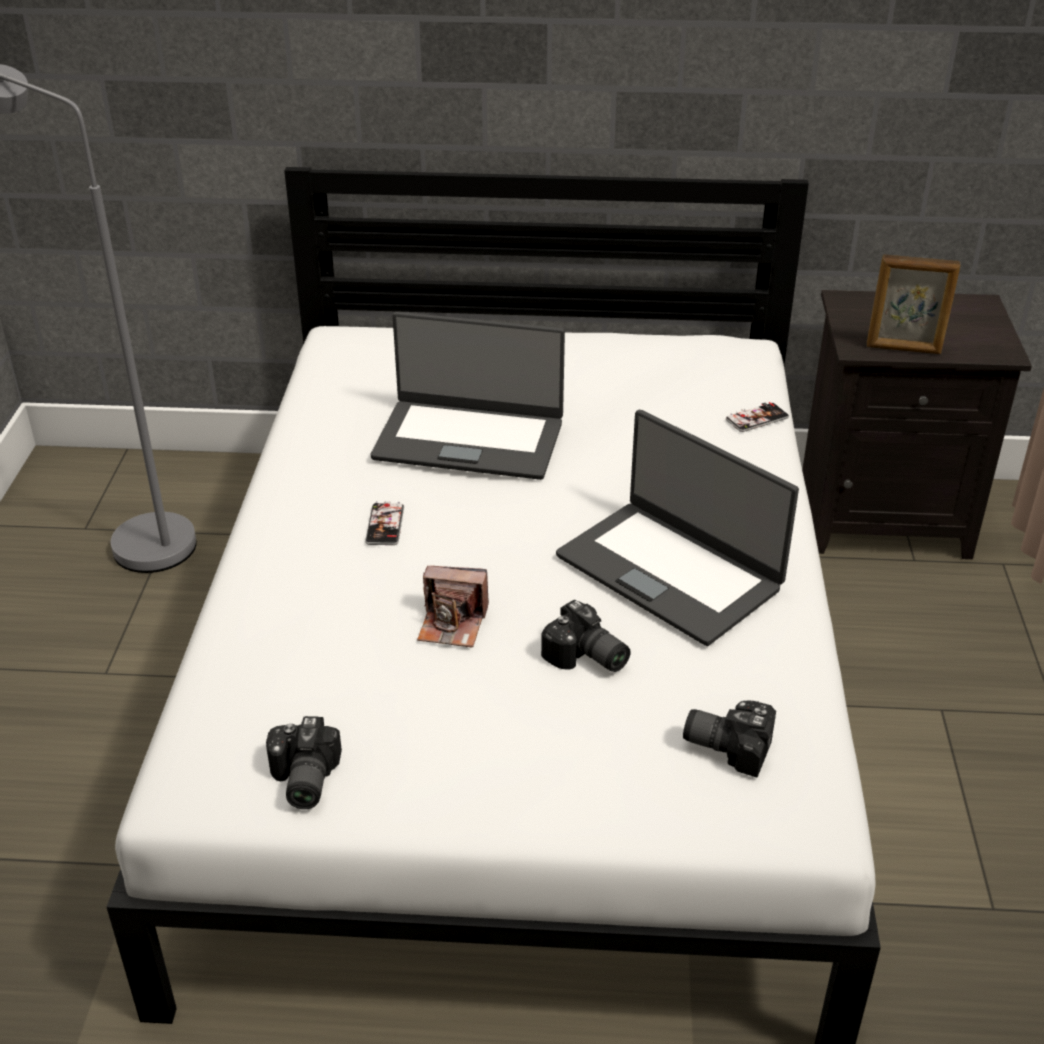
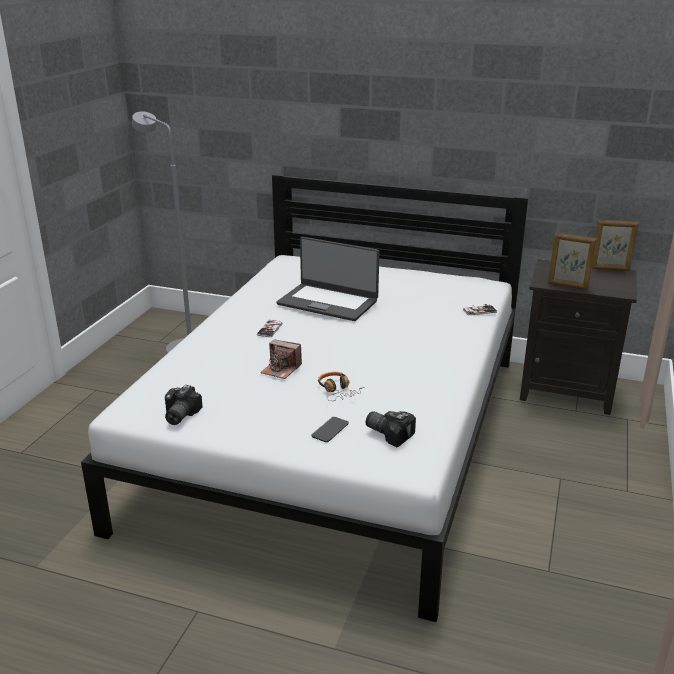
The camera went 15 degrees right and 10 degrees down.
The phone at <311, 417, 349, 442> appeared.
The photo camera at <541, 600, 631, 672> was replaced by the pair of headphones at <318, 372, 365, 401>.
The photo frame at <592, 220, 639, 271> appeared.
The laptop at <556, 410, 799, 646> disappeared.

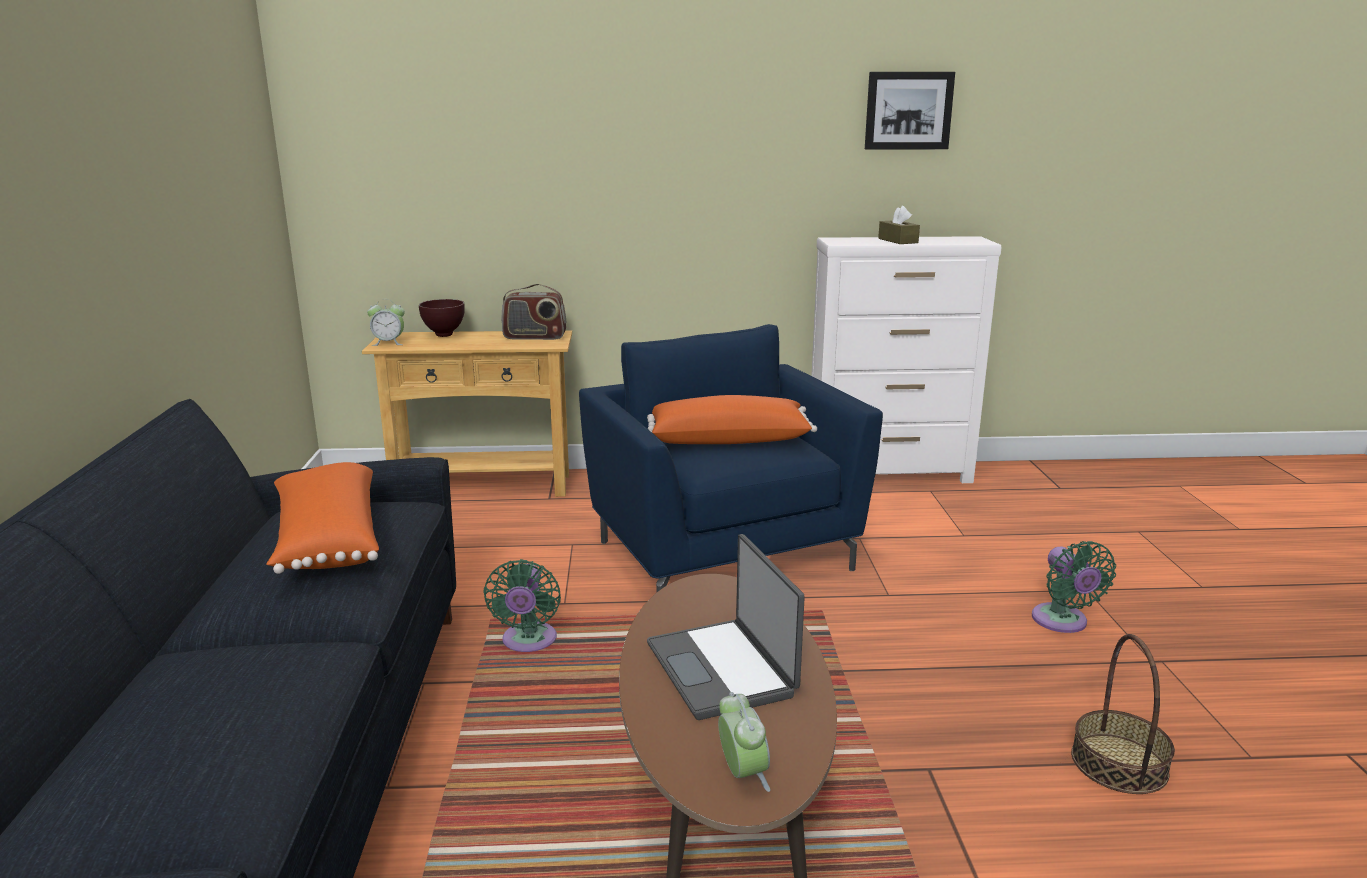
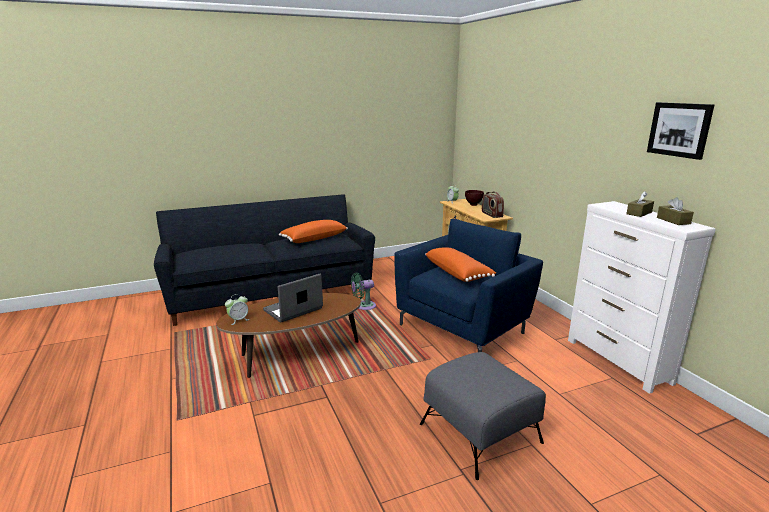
The camera went 70 degrees right and 0 degrees up.
The cooling fan (green) at <1032, 541, 1116, 633> was replaced by the pouffe (grey) at <420, 352, 546, 480>.
The box of tissues (brown-coloured) at <657, 197, 694, 225> appeared.
The household basket at <1071, 634, 1175, 794> disappeared.

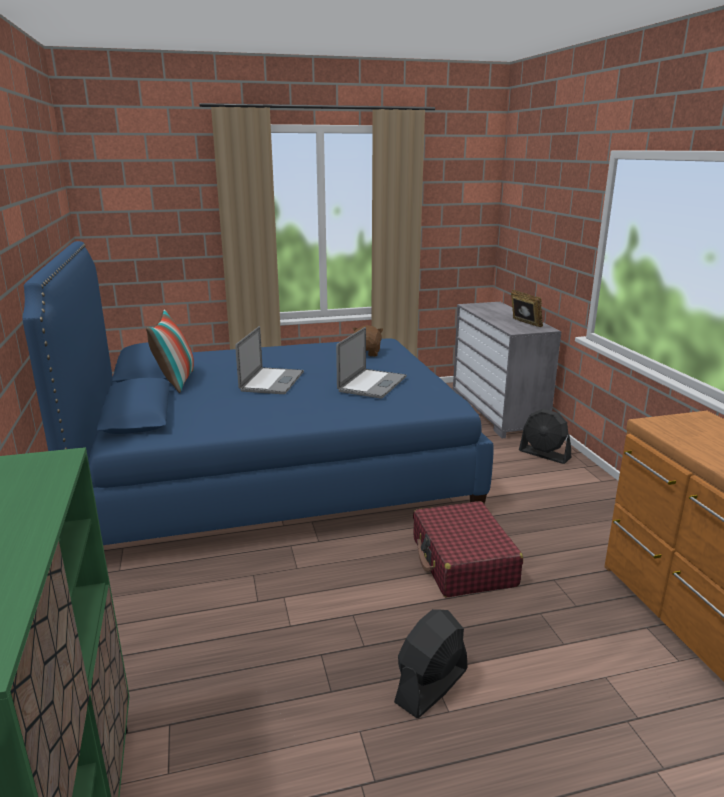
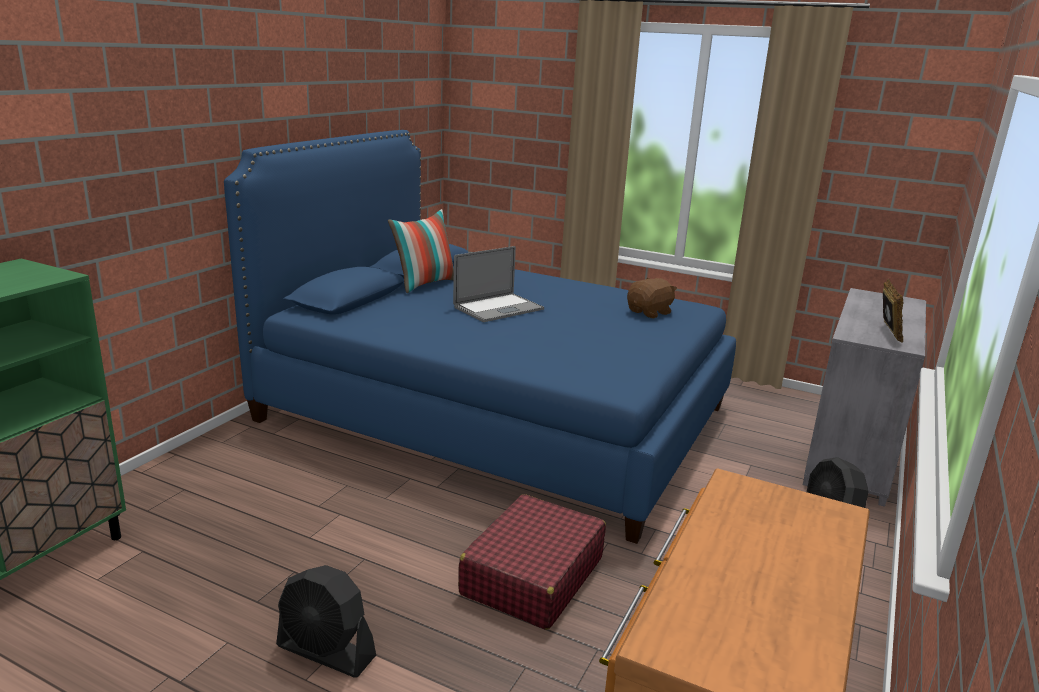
The camera went 40 degrees right and 0 degrees up.
The cooling fan (black-coloured) at <394, 609, 467, 718> turned 150 degrees counterclockwise.
The laptop at <336, 327, 407, 398> disappeared.

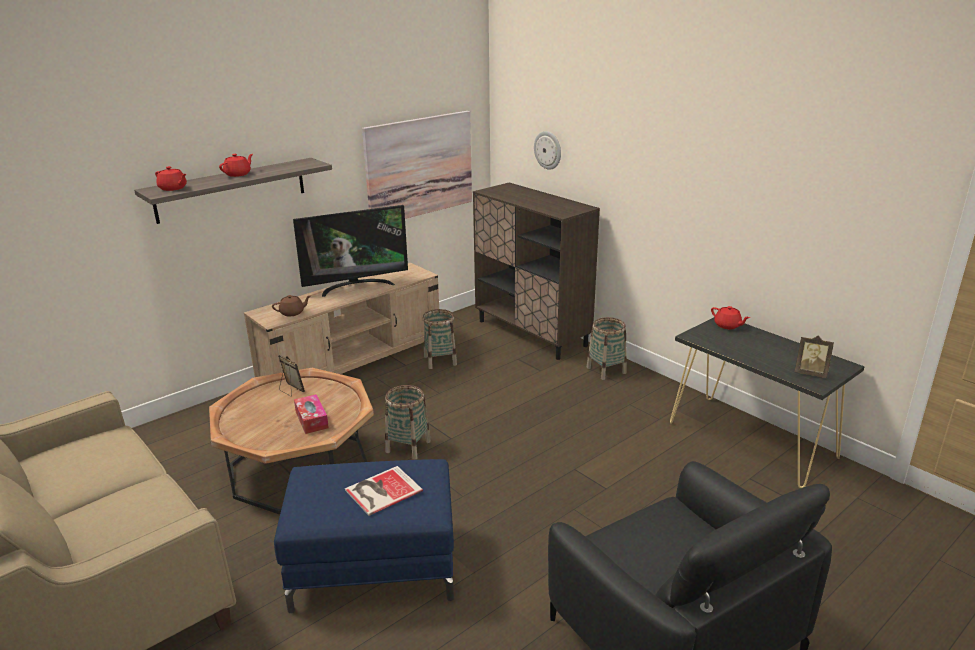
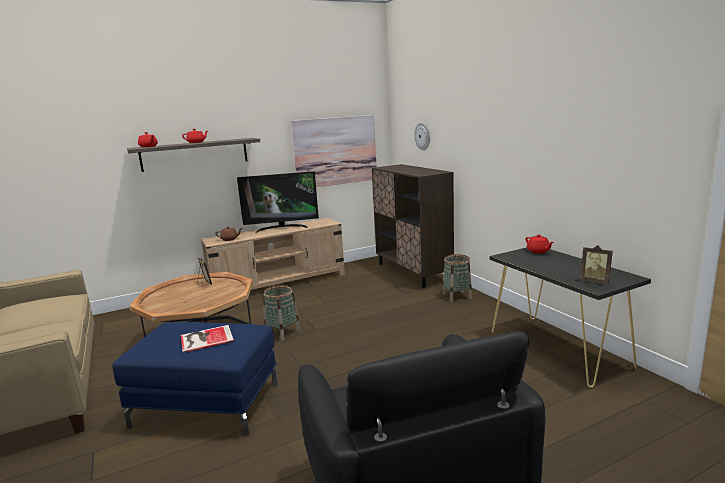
The camera went 15 degrees right and 10 degrees down.
The box of tissues at <294, 394, 329, 434> disappeared.
The household basket at <423, 309, 457, 369> disappeared.

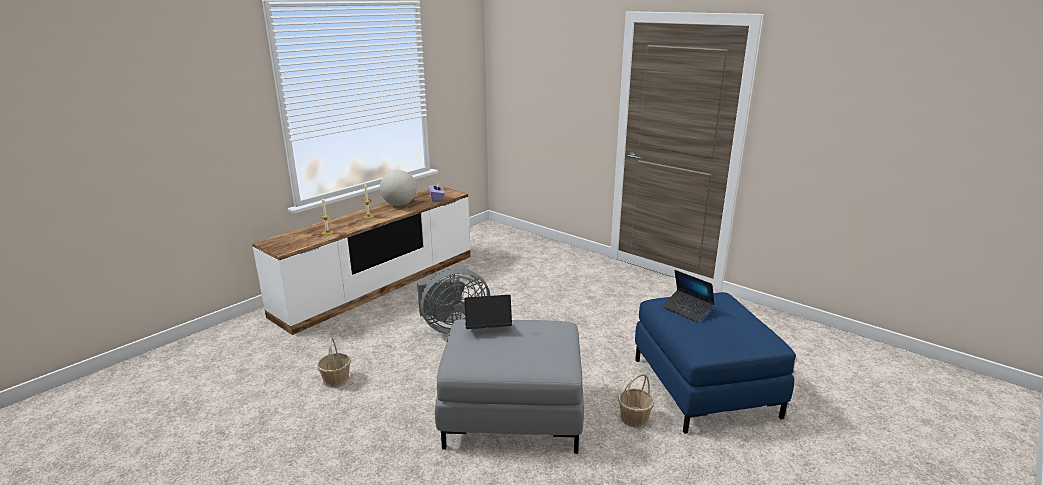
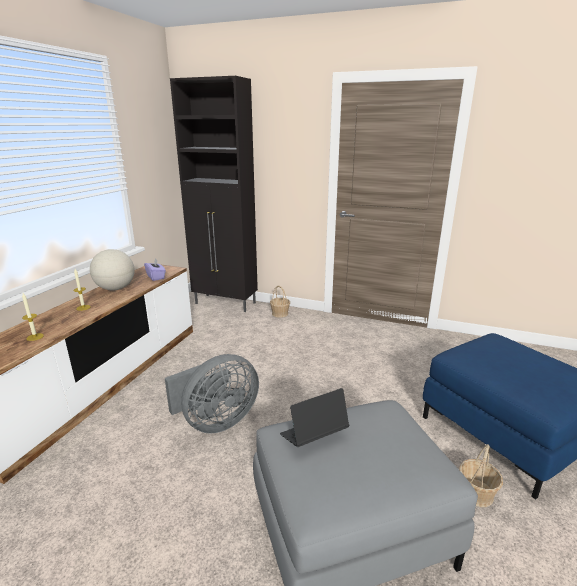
The camera went 20 degrees left and 0 degrees up.
The cabinet (black-coloured) at <170, 76, 258, 312> appeared.
The household basket moved from <317, 337, 351, 387> to <270, 286, 290, 318>.
The laptop at <662, 270, 715, 323> disappeared.

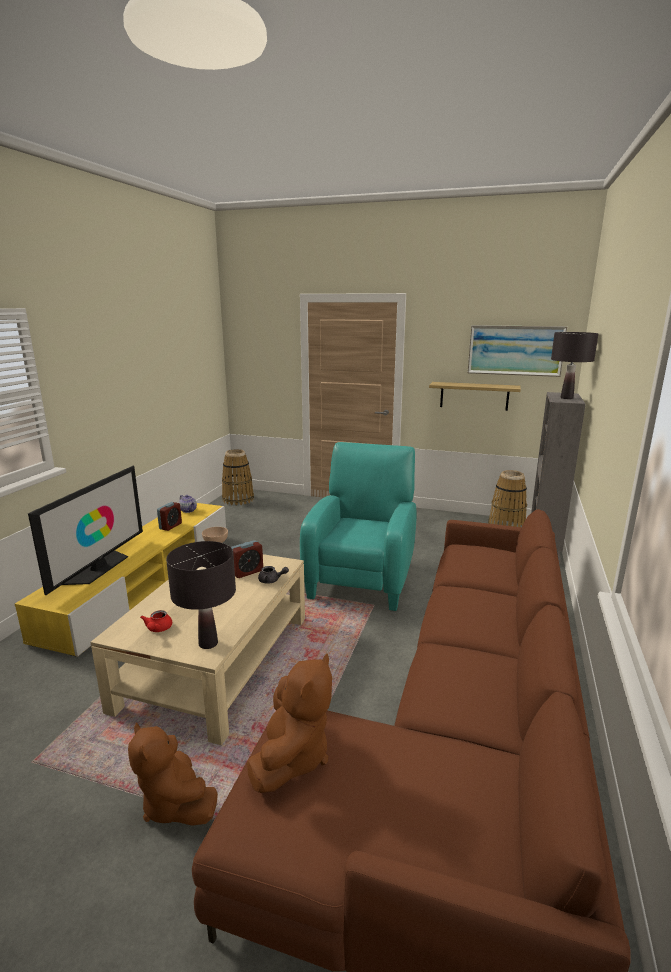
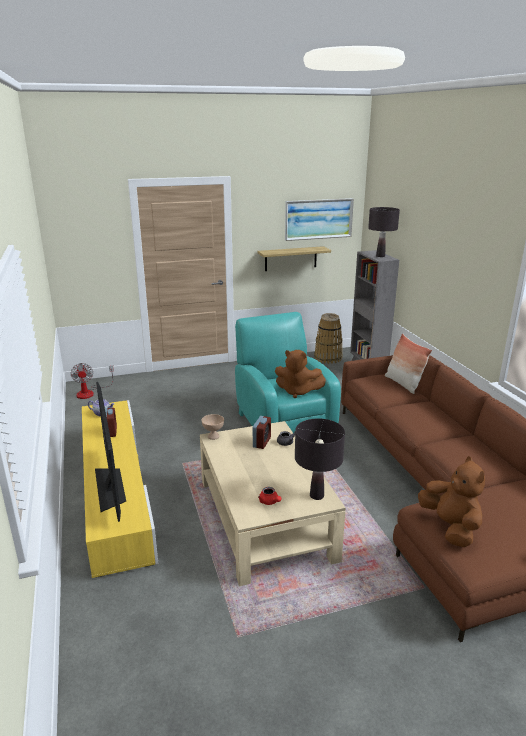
The camera went 35 degrees left and 5 degrees up.
The household basket at <222, 449, 254, 506> was replaced by the cooling fan at <71, 363, 114, 399>.
The plush toy (brown-coloured) moved from <128, 723, 218, 826> to <275, 350, 326, 398>.
The cushion at <385, 333, 432, 394> appeared.

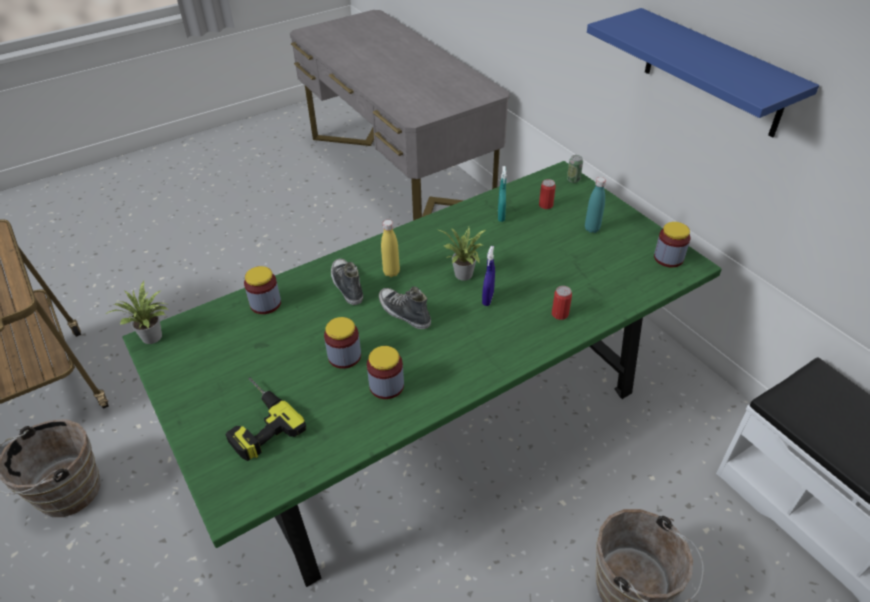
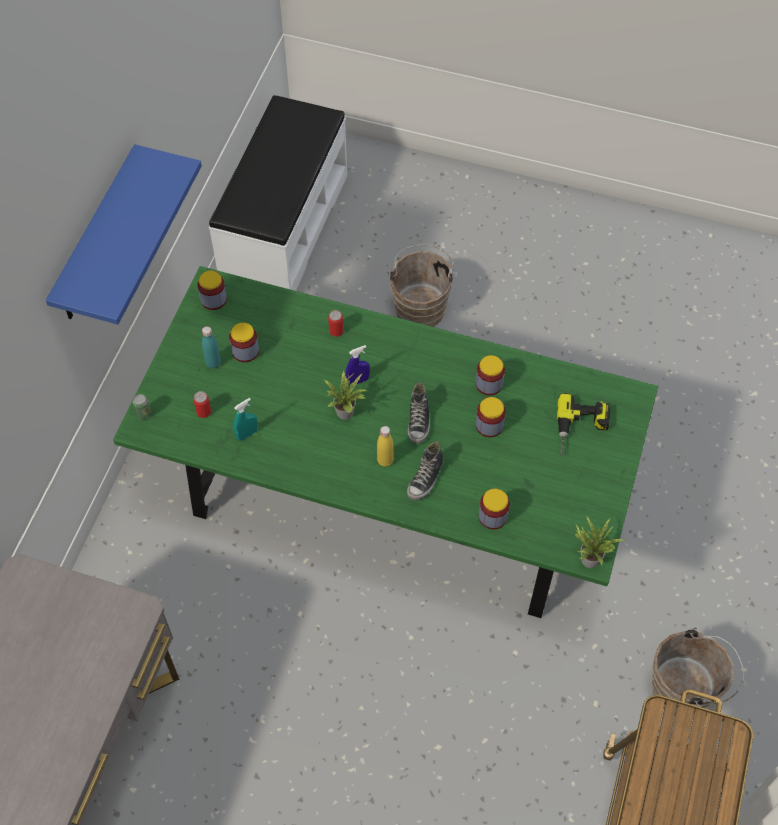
The camera went 130 degrees left and 15 degrees up.
The preserve jar at <229, 323, 259, 362> appeared.

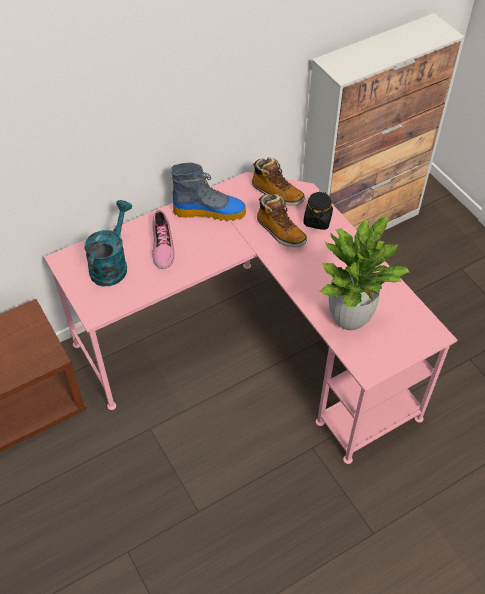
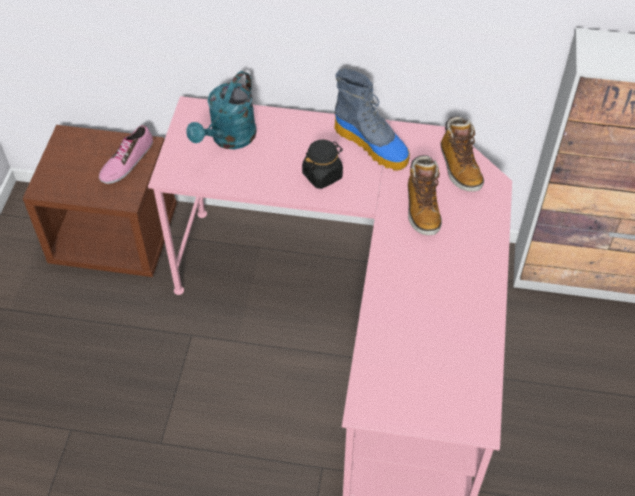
The camera went 40 degrees right and 0 degrees up.
The item of footwear moved from <152, 210, 175, 269> to <99, 125, 153, 184>.
The sprinkling can (turquoise-coloured) at <84, 200, 132, 286> turned 150 degrees clockwise.
The preserve jar (black-coloured) moved from <303, 191, 333, 230> to <302, 139, 343, 189>.
The plant in a pot at <320, 217, 410, 330> disappeared.

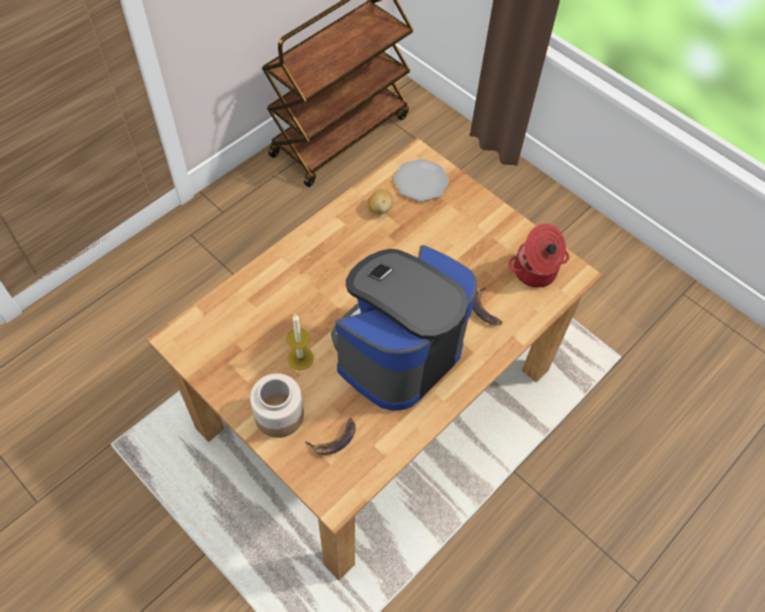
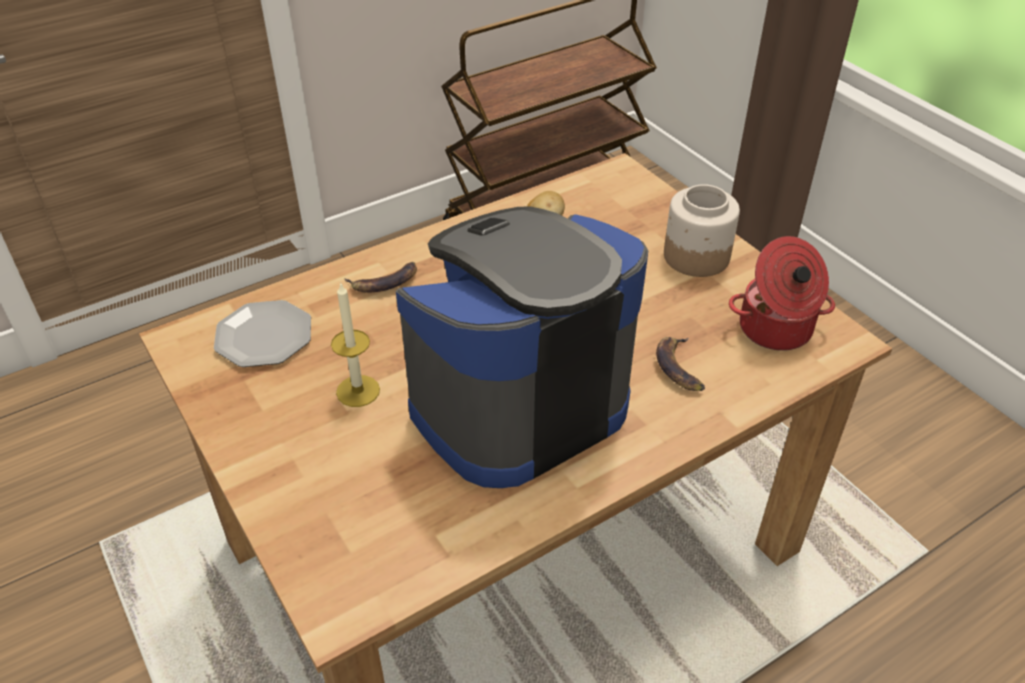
The camera went 15 degrees right and 15 degrees down.
The dinner plate moved from <394, 159, 449, 202> to <214, 300, 311, 367>.
The banana moved from <305, 418, 356, 455> to <344, 262, 417, 293>.
The preserve jar moved from <250, 373, 304, 438> to <664, 184, 740, 277>.

